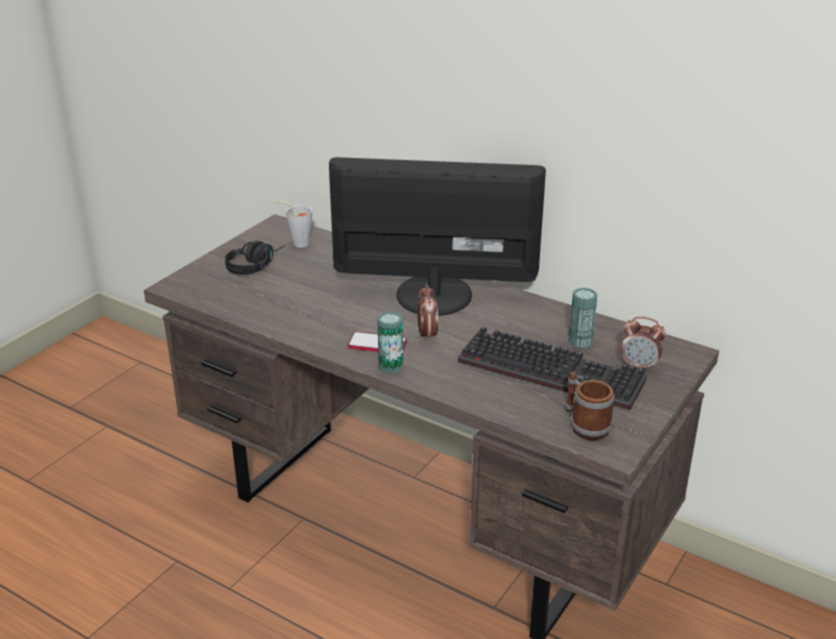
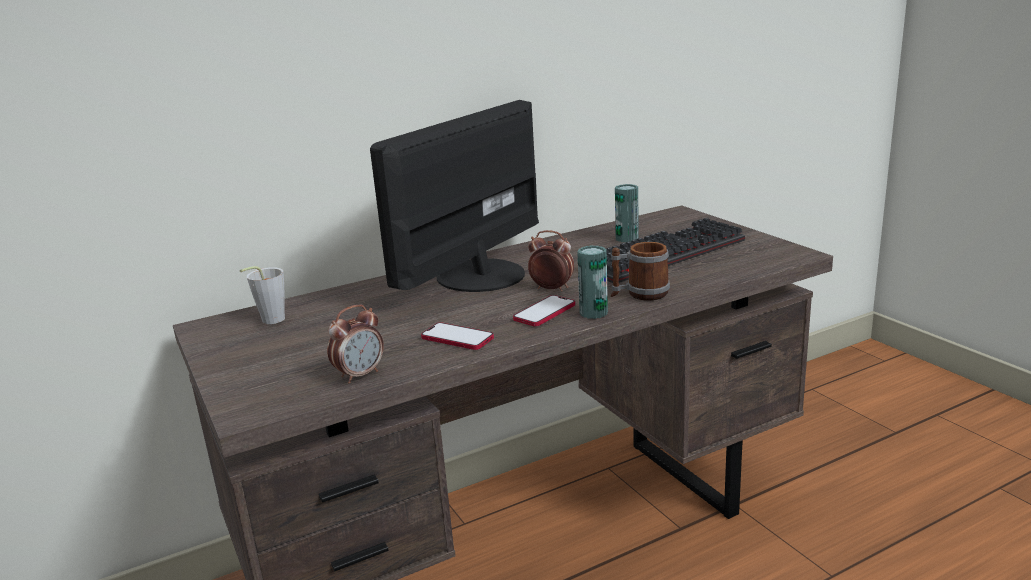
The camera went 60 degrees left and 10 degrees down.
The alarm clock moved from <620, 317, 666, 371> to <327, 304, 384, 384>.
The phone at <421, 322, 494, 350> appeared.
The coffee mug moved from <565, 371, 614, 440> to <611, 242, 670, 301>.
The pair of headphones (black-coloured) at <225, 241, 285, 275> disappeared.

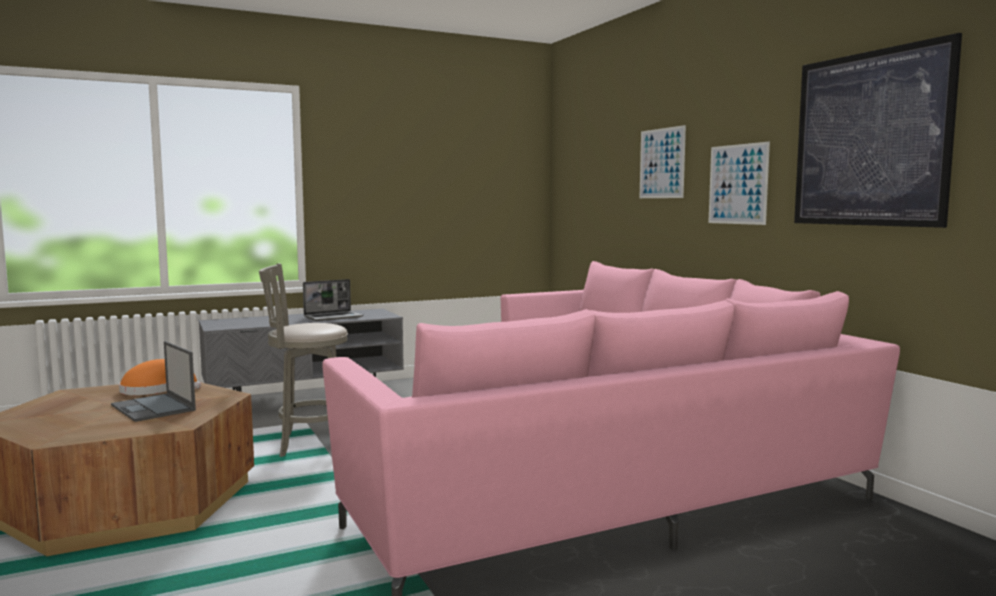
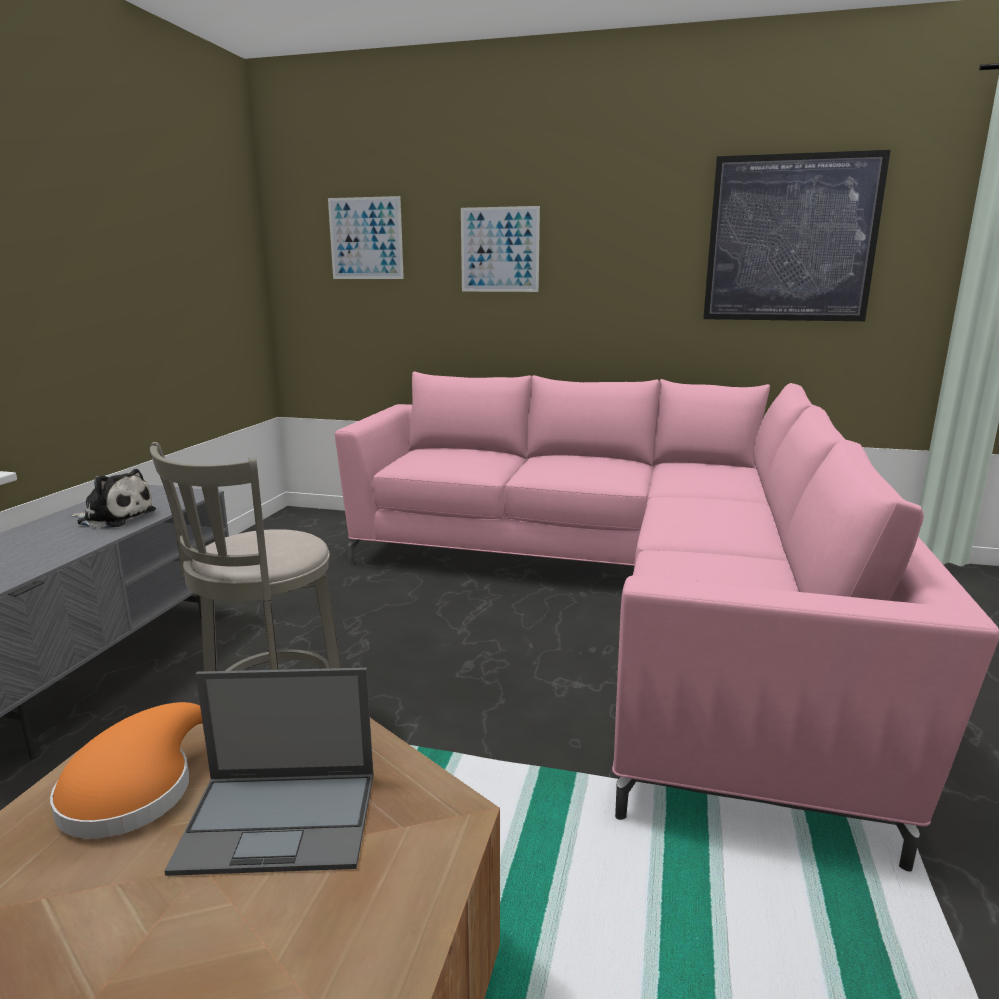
The camera went 50 degrees left and 10 degrees up.
The laptop at <303, 279, 364, 321> was replaced by the plush toy at <70, 469, 156, 529>.
The picture moved from <708, 142, 770, 225> to <328, 196, 404, 279>.

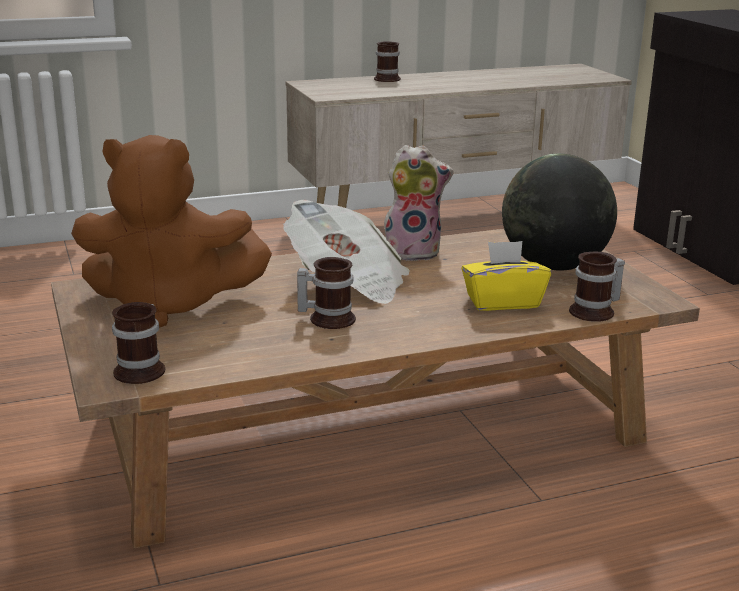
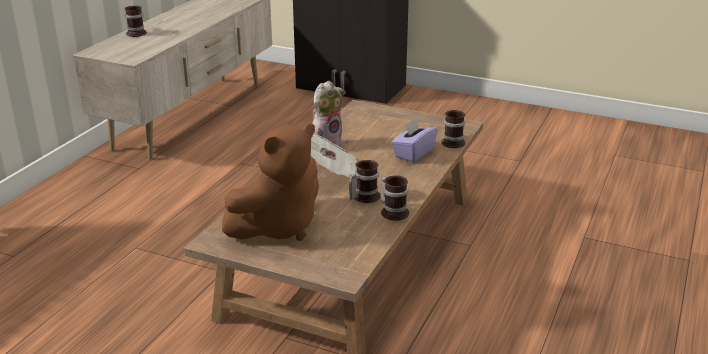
The camera went 45 degrees left and 5 degrees up.
The coffee mug moved from <112, 302, 165, 384> to <381, 176, 409, 220>.
The box of tissues (yellow-coloured) at <461, 241, 551, 311> became the box of tissues (purplish) at <391, 118, 438, 162>.
The globe at <502, 154, 617, 271> disappeared.

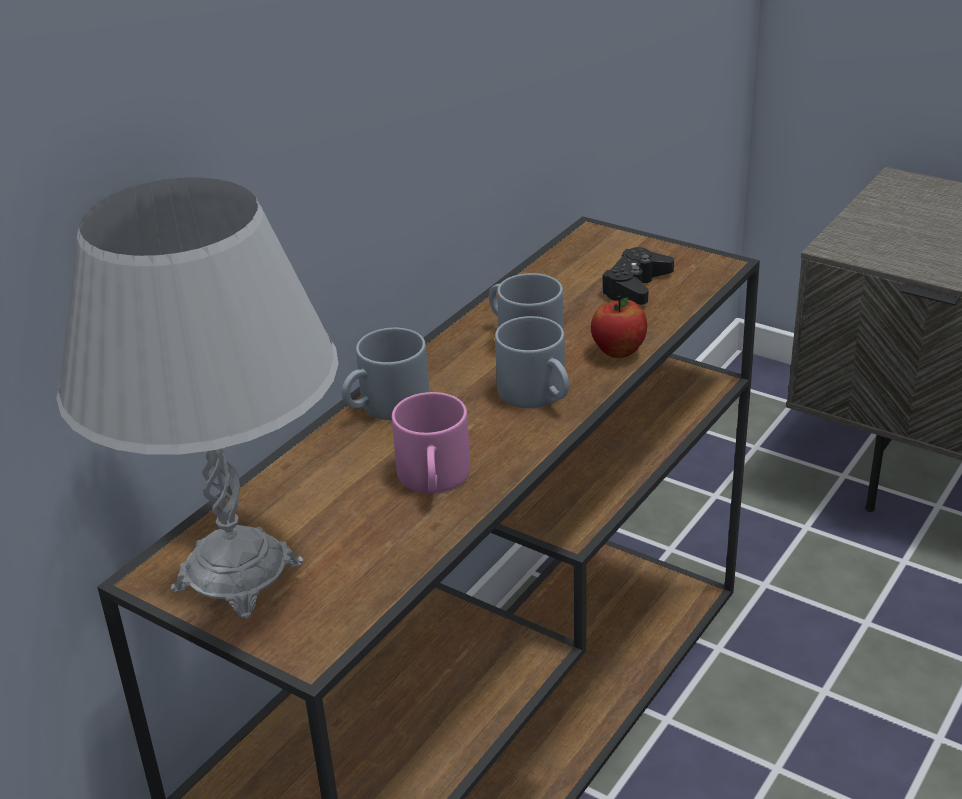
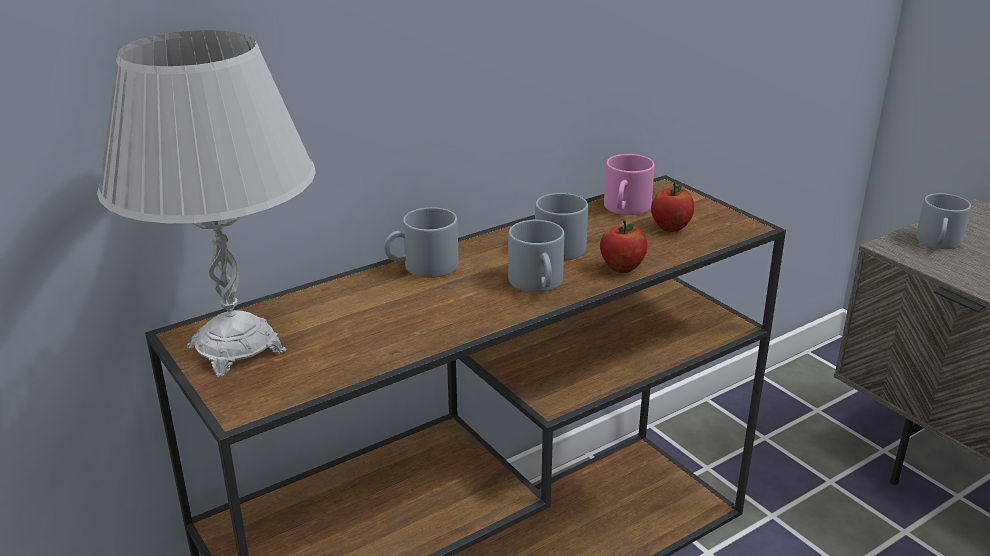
The camera went 20 degrees right and 5 degrees down.
The coffee mug (pinkish) moved from <392, 392, 470, 493> to <604, 154, 655, 215>.
The joypad (black-coloured) at <601, 247, 674, 305> was replaced by the apple at <651, 183, 694, 232>.
The coffee mug (grey) at <916, 193, 971, 249> appeared.

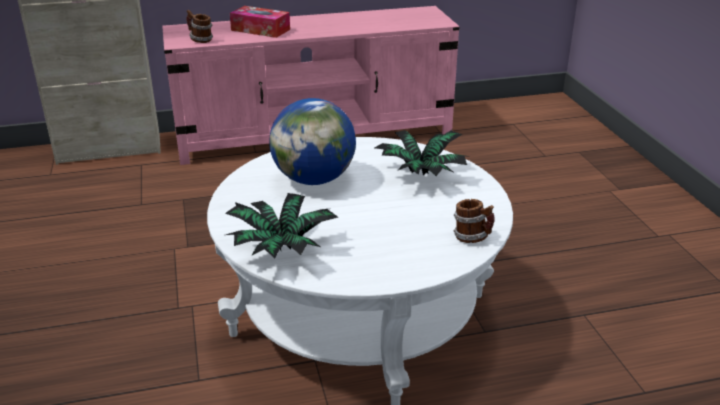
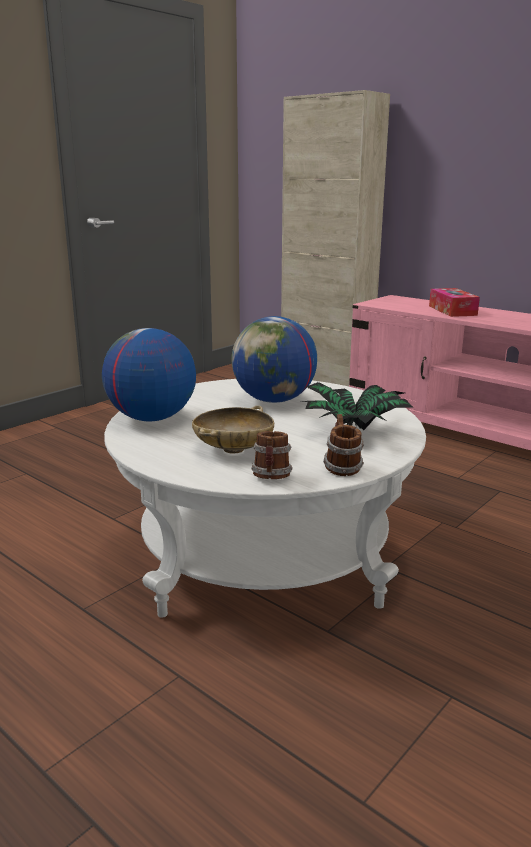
The camera went 55 degrees right and 10 degrees down.
The plant in a pot at <225, 193, 338, 258> was replaced by the globe at <102, 328, 196, 421>.
The serving bowl (beige-coloured) at <192, 405, 274, 454> appeared.
The coffee mug moved from <186, 10, 213, 43> to <323, 414, 364, 476>.

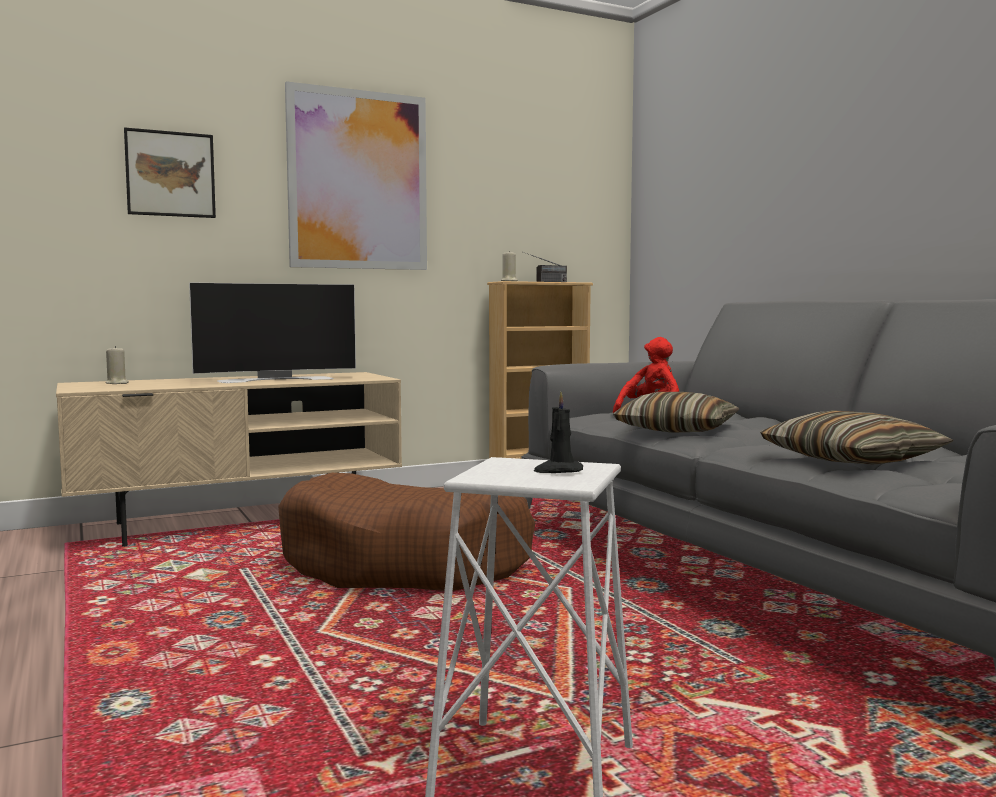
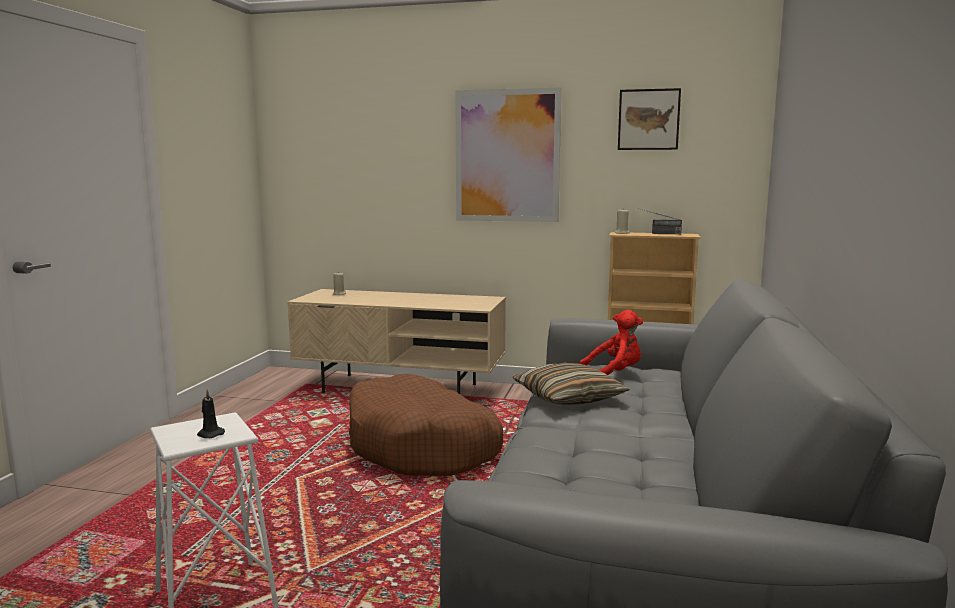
The camera went 40 degrees right and 5 degrees up.
The picture moved from <124, 127, 216, 218> to <618, 88, 681, 150>.
The TV at <189, 282, 356, 383> disappeared.
The cushion at <760, 410, 954, 464> disappeared.

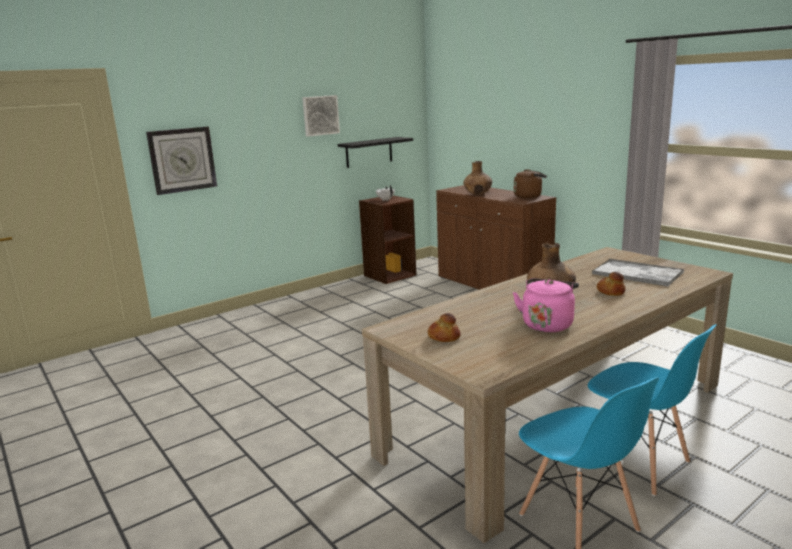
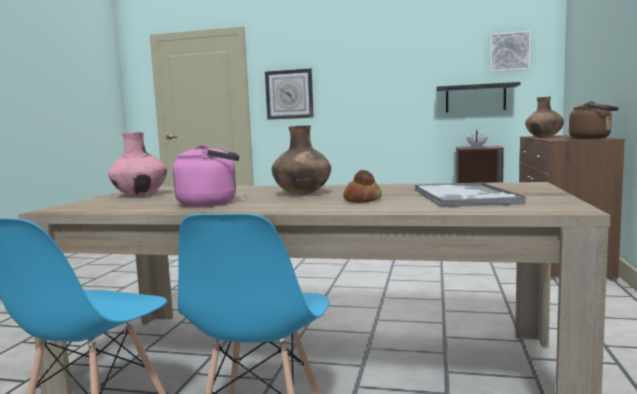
The camera went 50 degrees right and 10 degrees down.
The bread at <428, 313, 461, 342> was replaced by the flower vase (pinkish) at <108, 132, 167, 196>.
The picture moved from <302, 95, 340, 137> to <490, 31, 531, 72>.

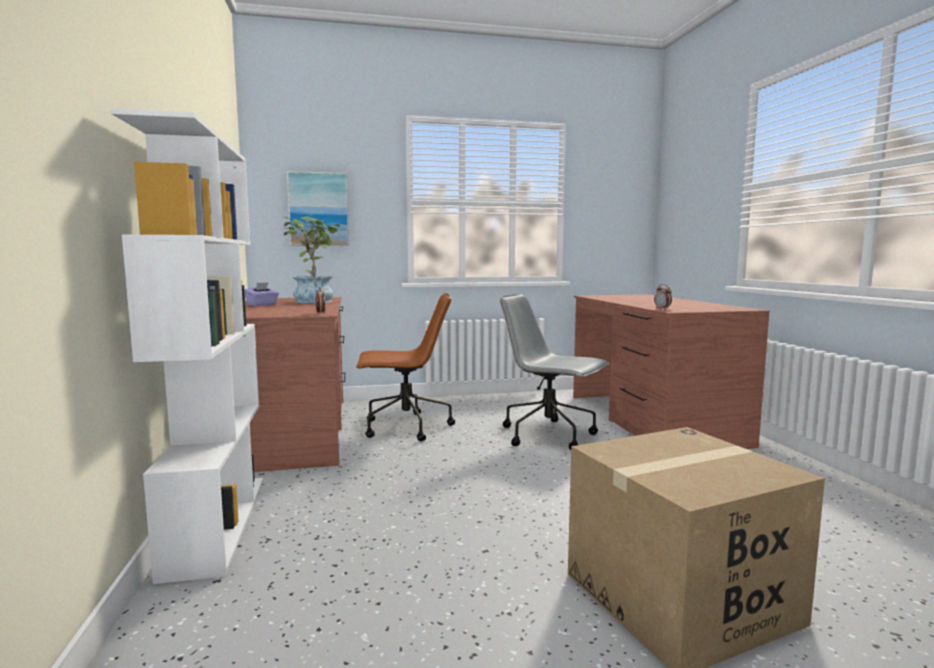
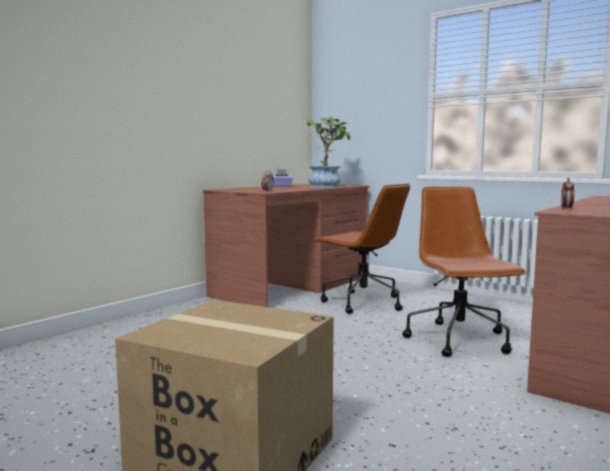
The camera went 50 degrees right and 0 degrees up.
The computer chair (grey) at <500, 294, 609, 450> became the computer chair (brown-coloured) at <402, 187, 527, 357>.
The bookshelf (white) at <110, 108, 263, 584> disappeared.
The picture at <287, 171, 349, 246> disappeared.

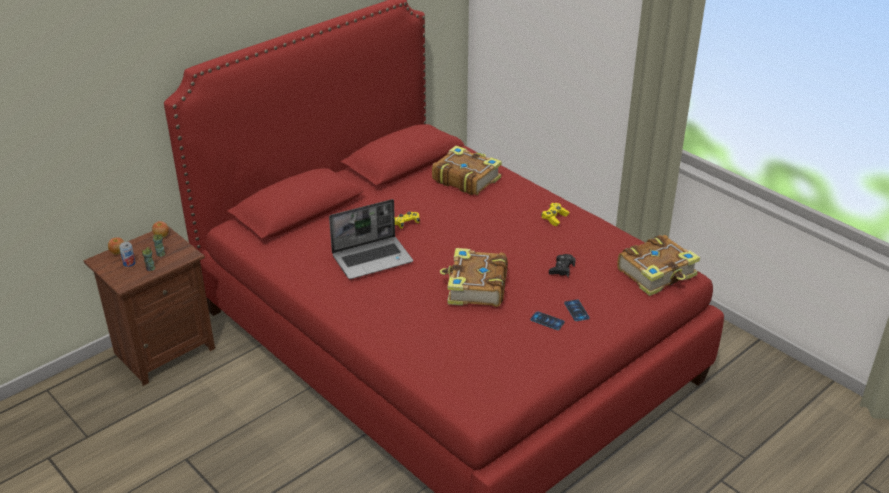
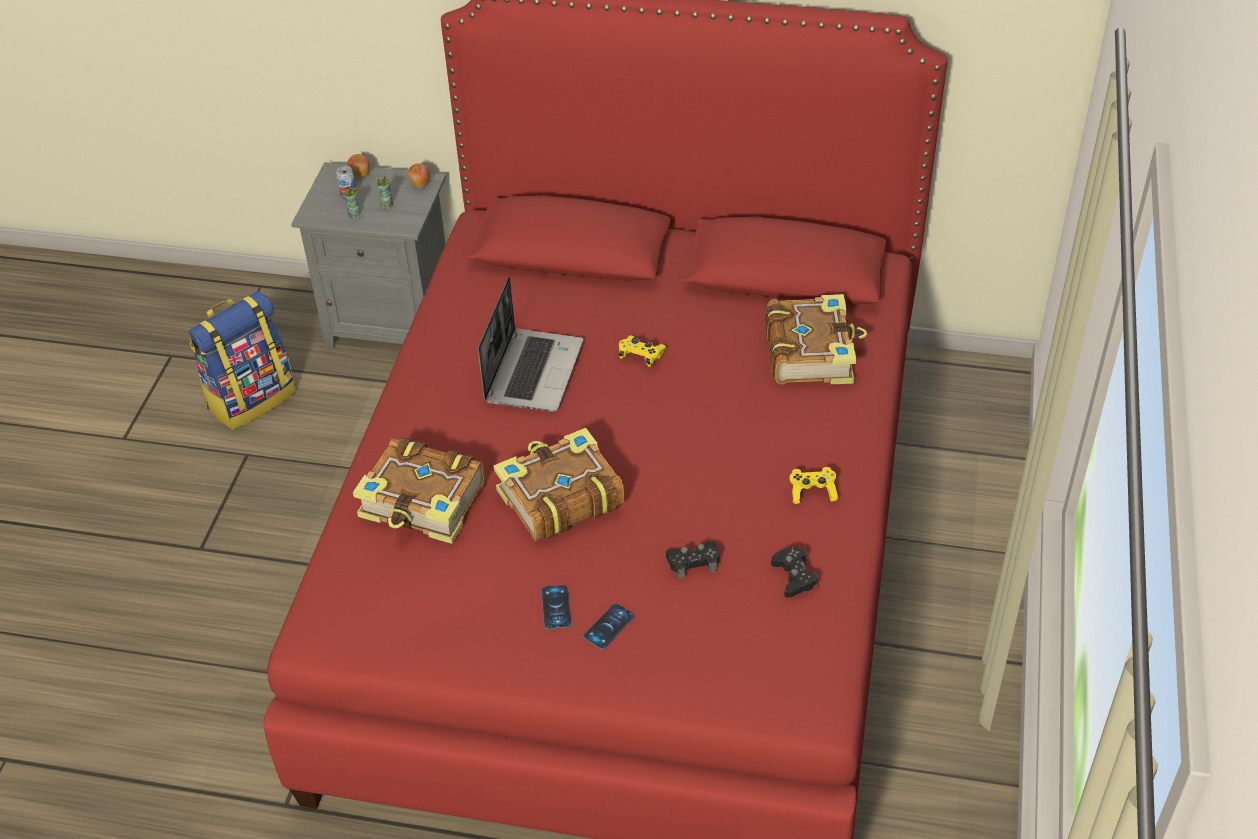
The camera went 55 degrees right and 10 degrees up.
The backpack at <189, 291, 296, 430> appeared.
The bedside table (brown-coloured) at <84, 226, 215, 386> became the bedside table (grey) at <291, 162, 446, 349>.
The bound book moved from <617, 235, 700, 296> to <353, 437, 485, 544>.
The laptop at <329, 199, 413, 279> turned 105 degrees counterclockwise.
The joypad (black-coloured) at <771, 546, 818, 598> appeared.

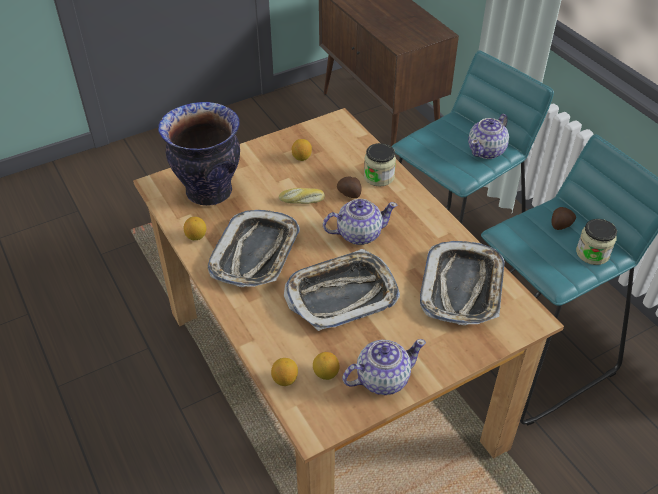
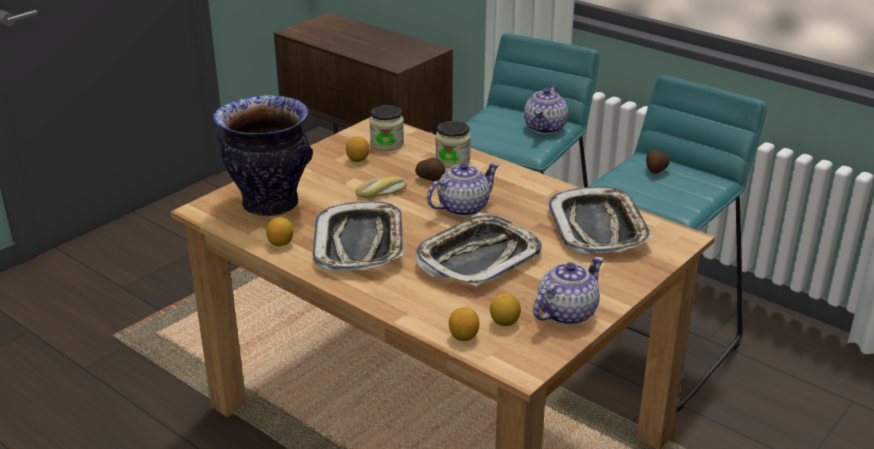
The camera went 20 degrees left and 15 degrees down.
The preserve jar moved from <576, 219, 617, 265> to <369, 105, 404, 151>.

